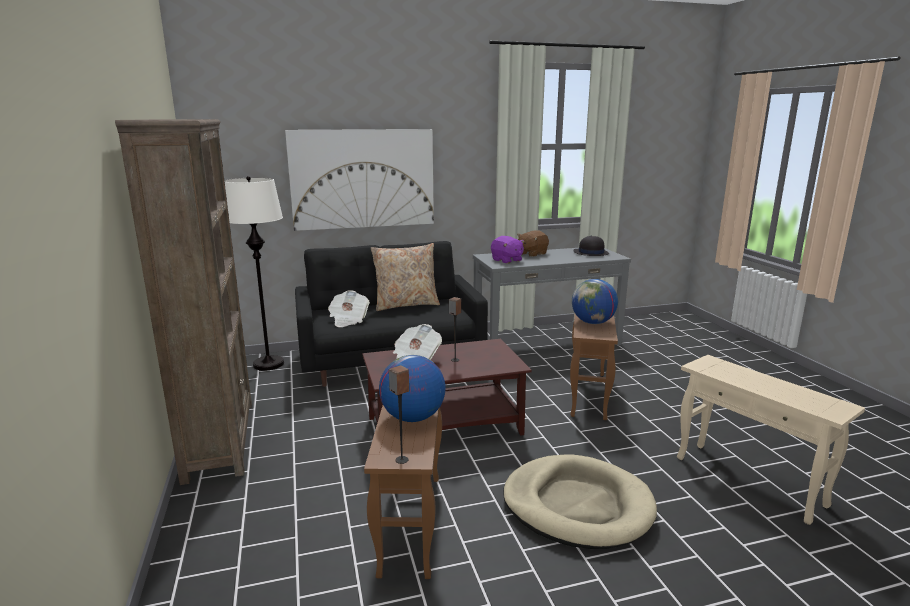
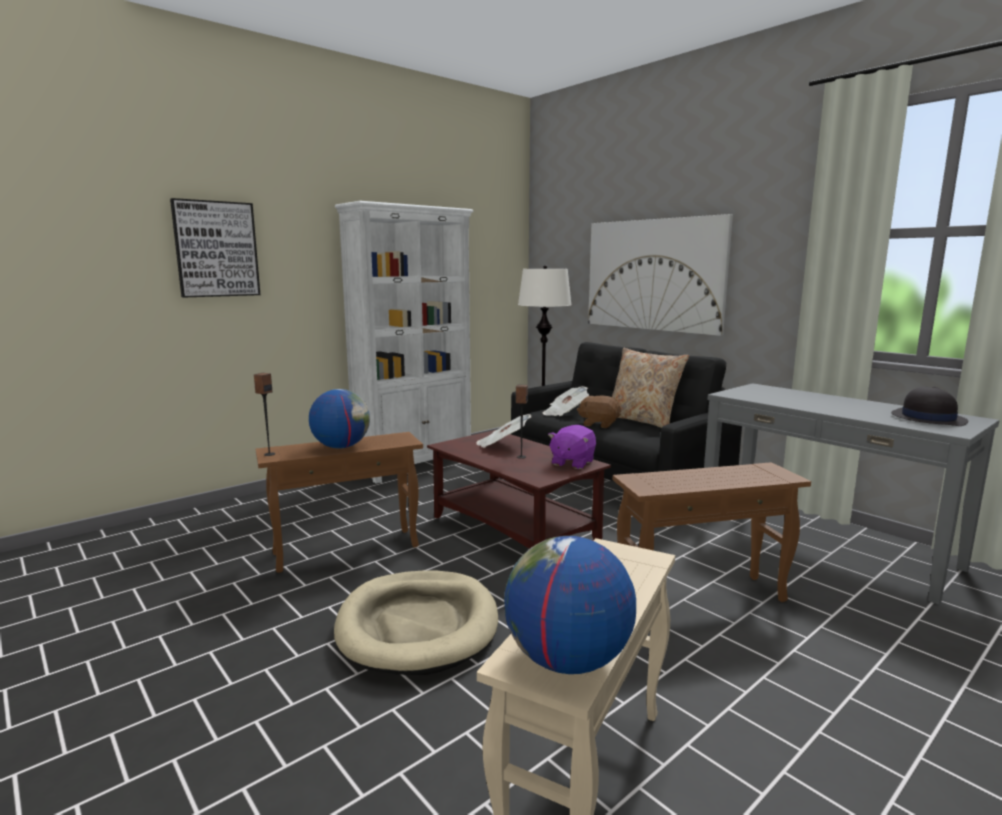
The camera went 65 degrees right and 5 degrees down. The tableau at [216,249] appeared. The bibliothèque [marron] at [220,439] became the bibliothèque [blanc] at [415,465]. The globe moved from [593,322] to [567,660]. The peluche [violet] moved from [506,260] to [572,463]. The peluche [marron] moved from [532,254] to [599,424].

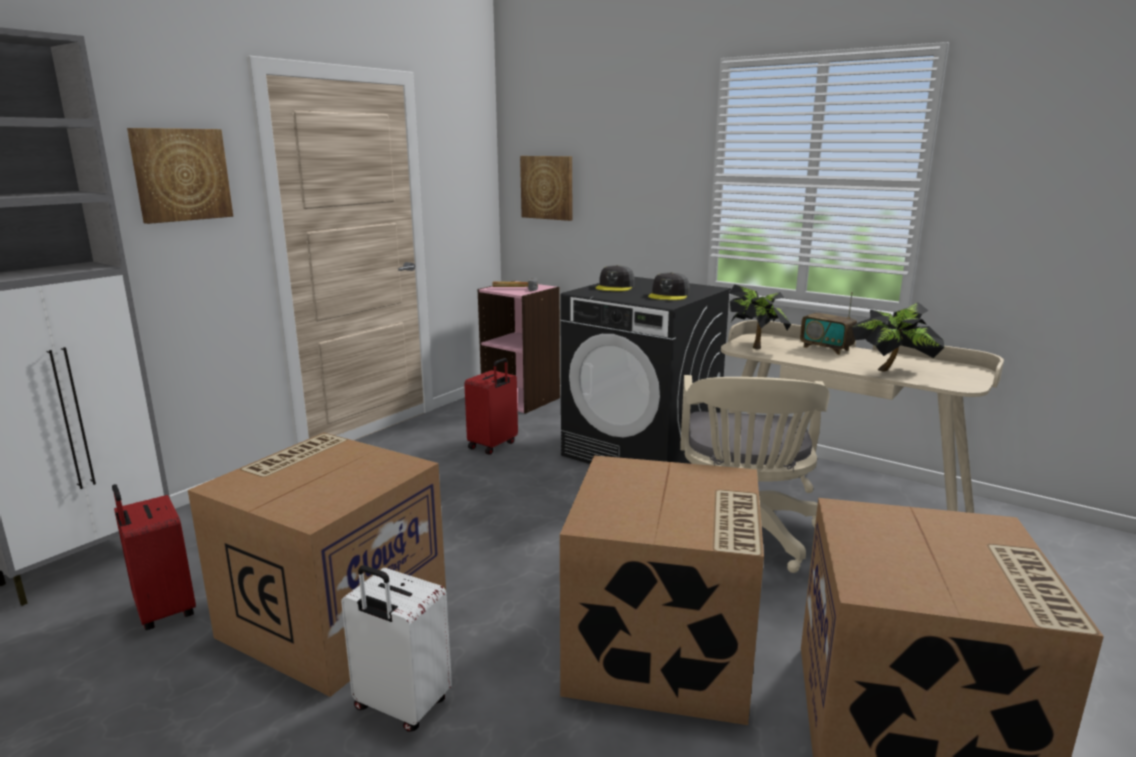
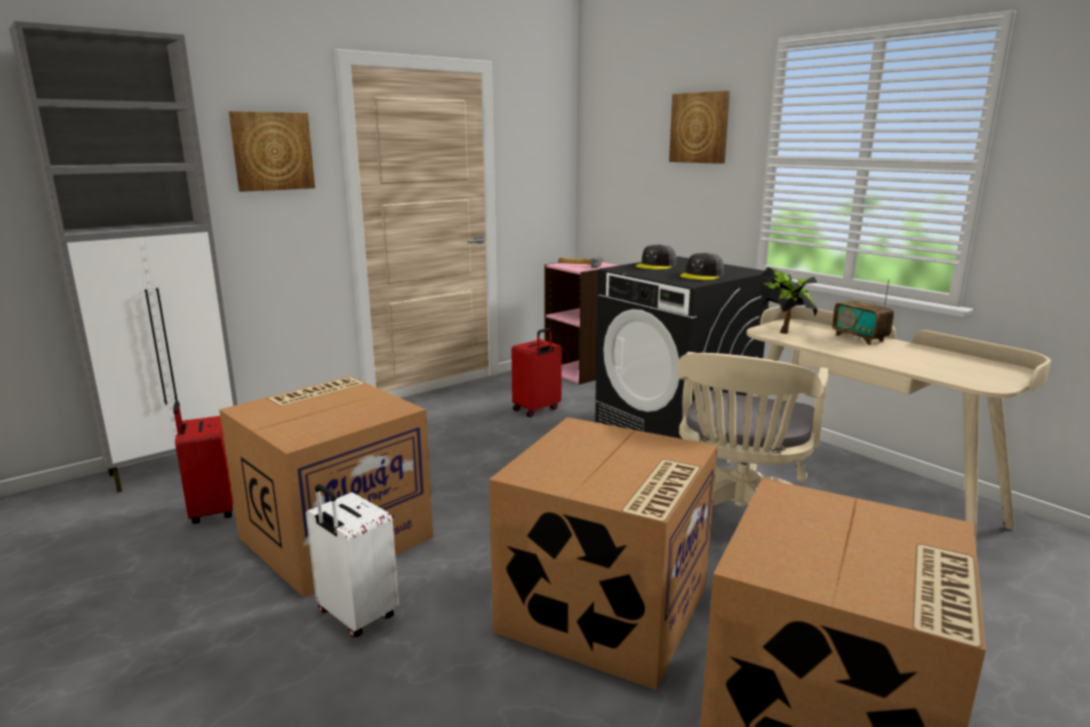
The camera went 15 degrees right and 0 degrees up. The tableau moved from [547,187] to [700,128]. The plante en pot at [893,370] disappeared.

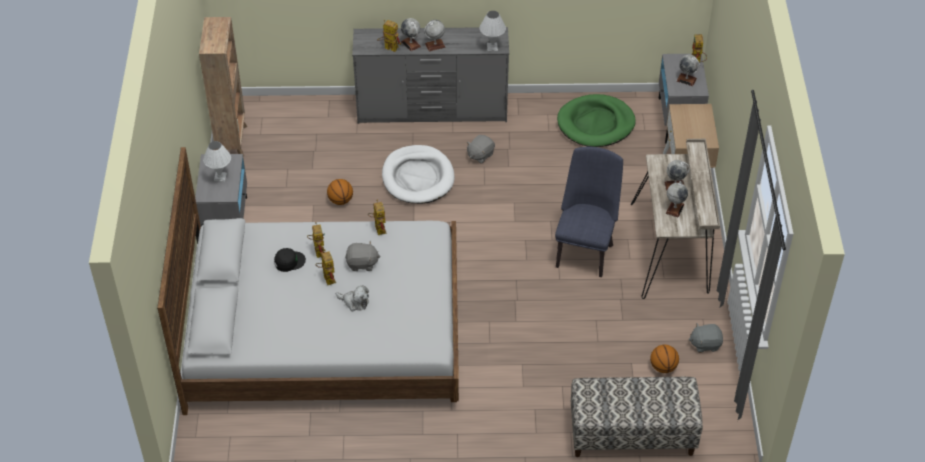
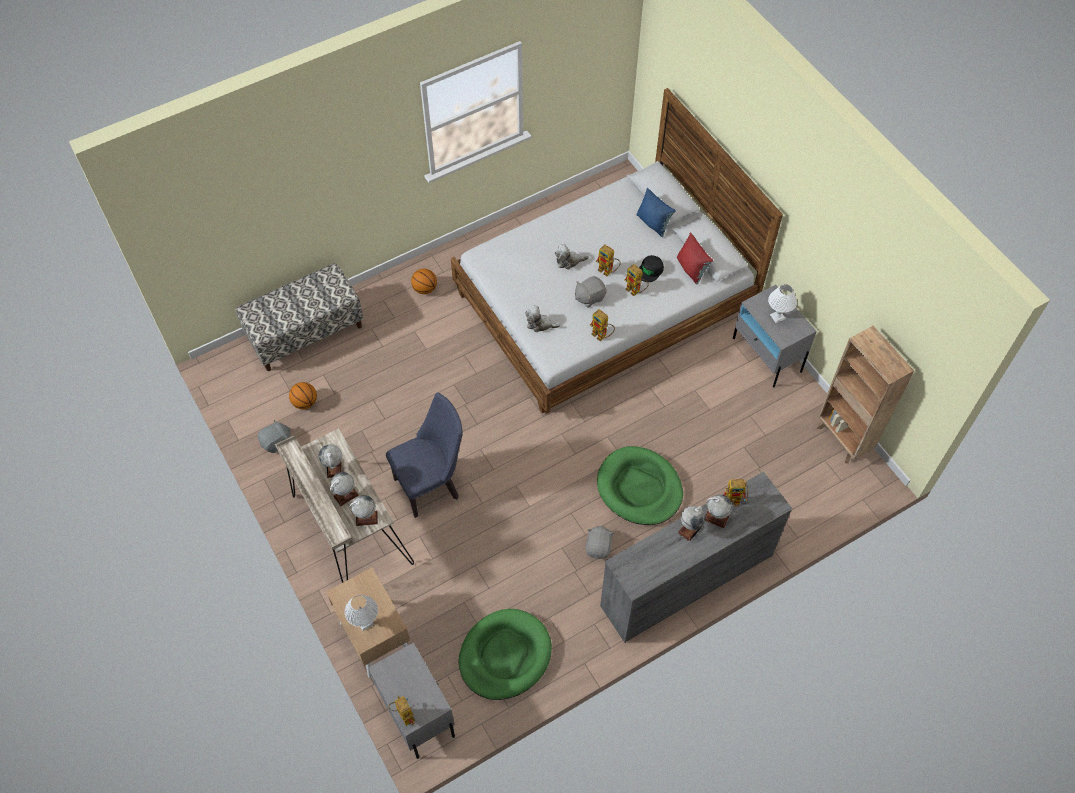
The camera went 150 degrees right and 10 degrees up. The lampe de table [blanc] moved from [492,47] to [365,622]. The globe moved from [686,80] to [366,518]. The chaise [bleu] at [585,251] turned 105 degrees counterclockwise. The ballon de basket moved from [340,200] to [425,289]. The peluche at [540,324] appeared. The panier pour chien [blanc] at [418,177] became the panier pour chien [vert] at [639,488]. The coussin [bleu] at [653,223] appeared. The coussin [rouge] at [691,269] appeared.

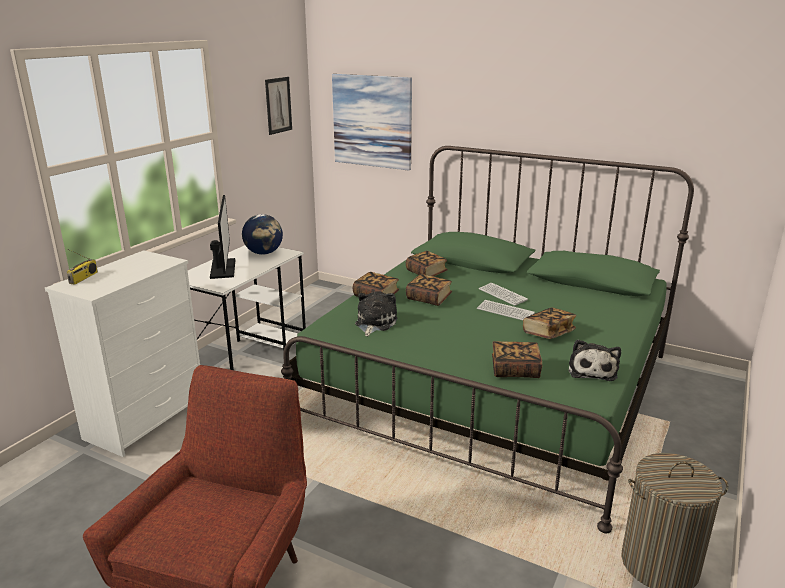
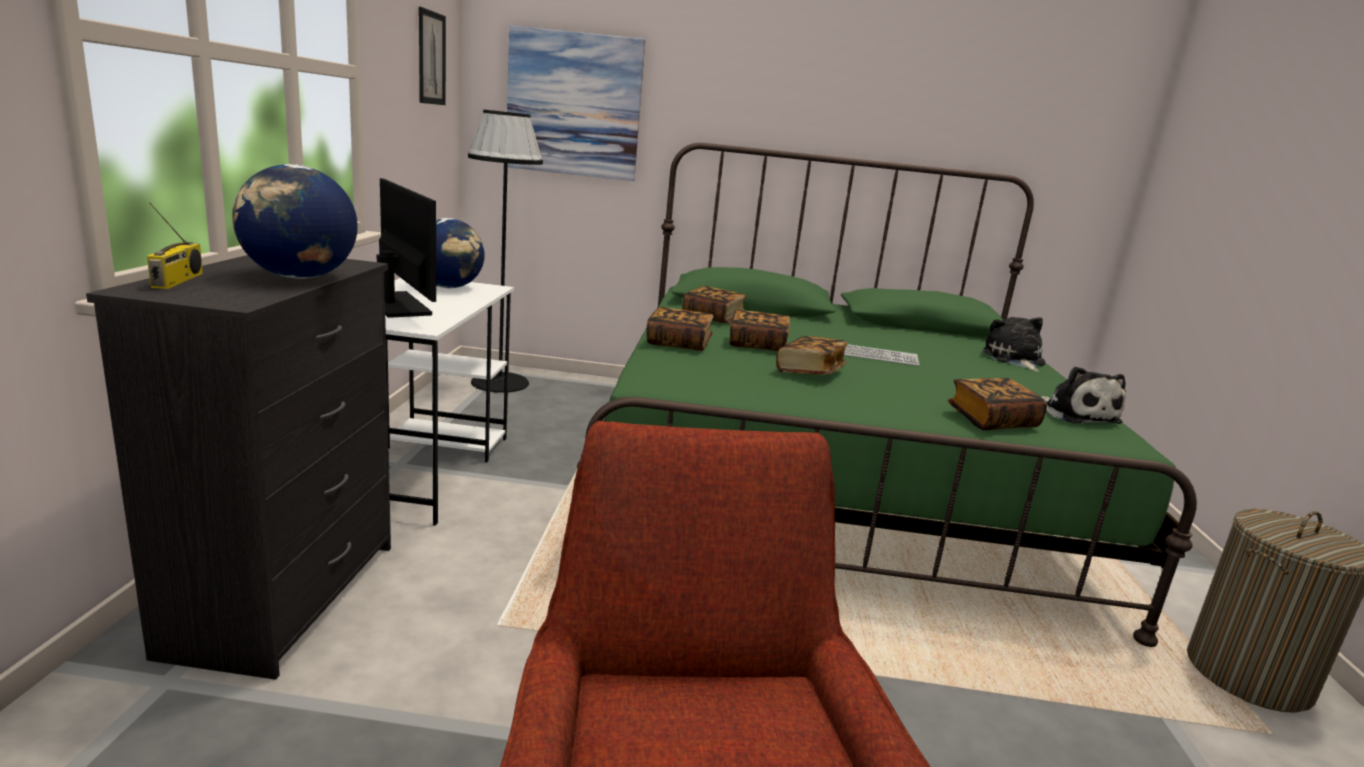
The camera went 25 degrees left and 5 degrees down. The commode [blanc] at [147,419] became the commode [noir] at [288,596]. The globe at [299,277] appeared. The lampadaire [noir] at [500,382] appeared. The livre moved from [548,333] to [810,372]. The peluche moved from [374,323] to [1014,359]. The clavier at [502,295] disappeared.

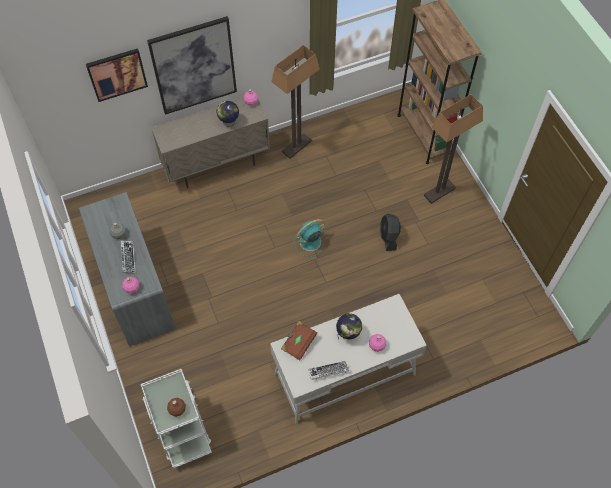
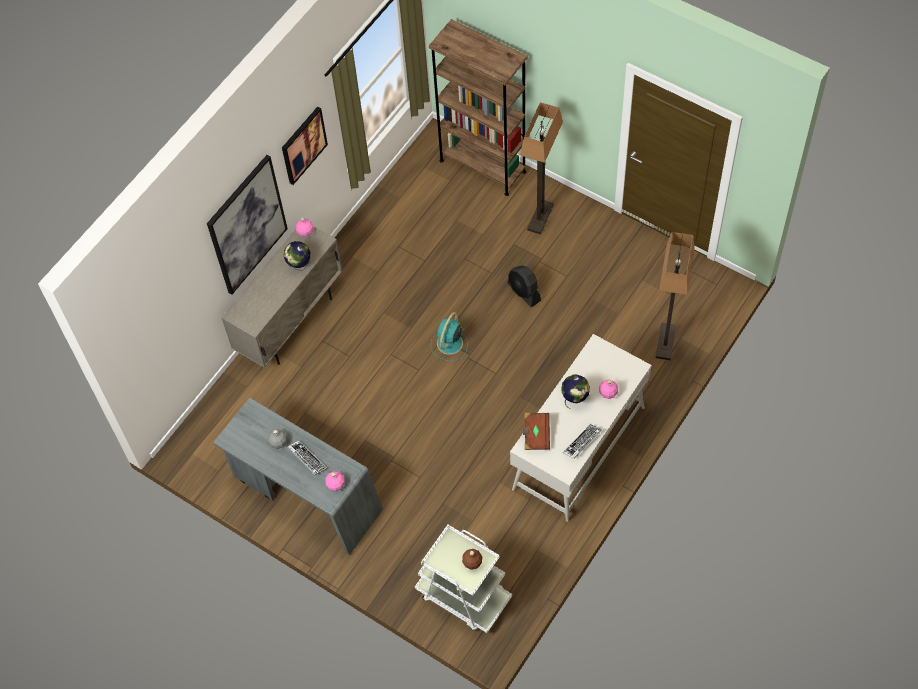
The camera went 30 degrees left and 0 degrees up. The tableau moved from [117,74] to [303,145]. The lampadaire moved from [296,147] to [666,342].

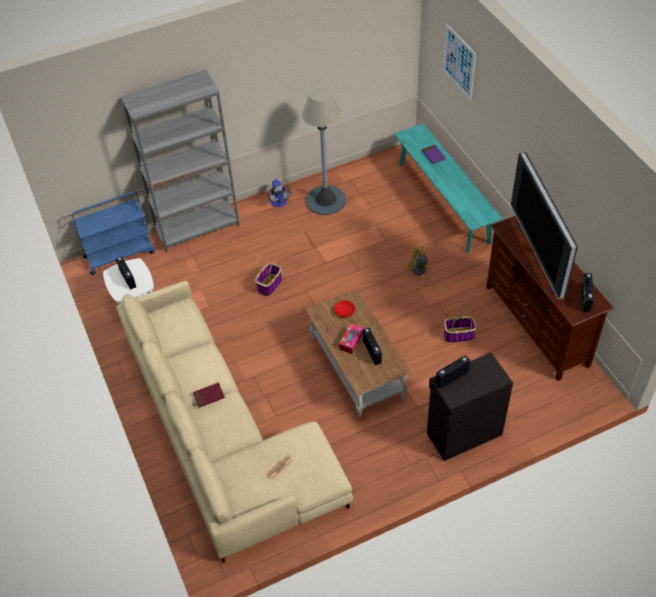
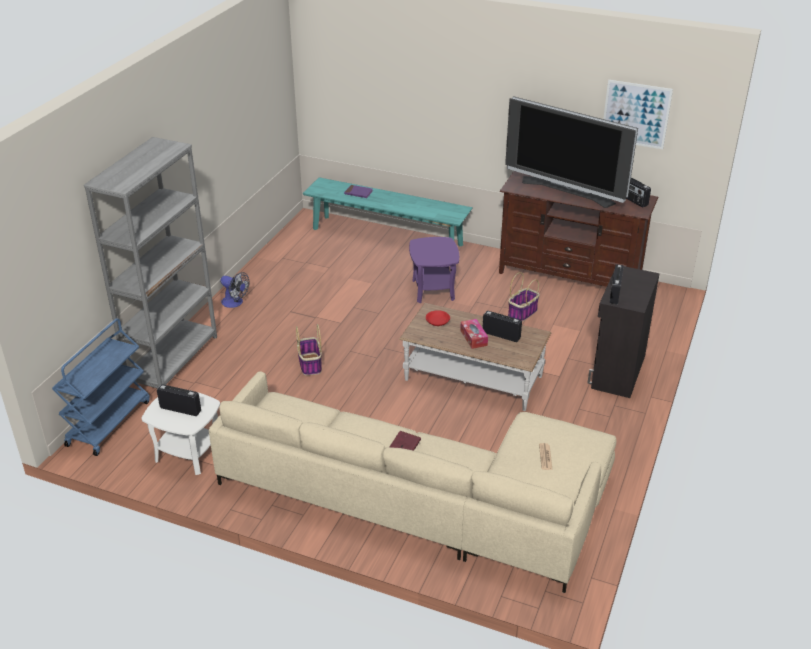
The camera went 45 degrees left and 15 degrees down. The ventilateur [jaune] at [419,273] was replaced by the table d'appoint [violet] at [433,290]. The tableau moved from [459,61] to [636,114]. The lampadaire [gris] at [325,200] disappeared.

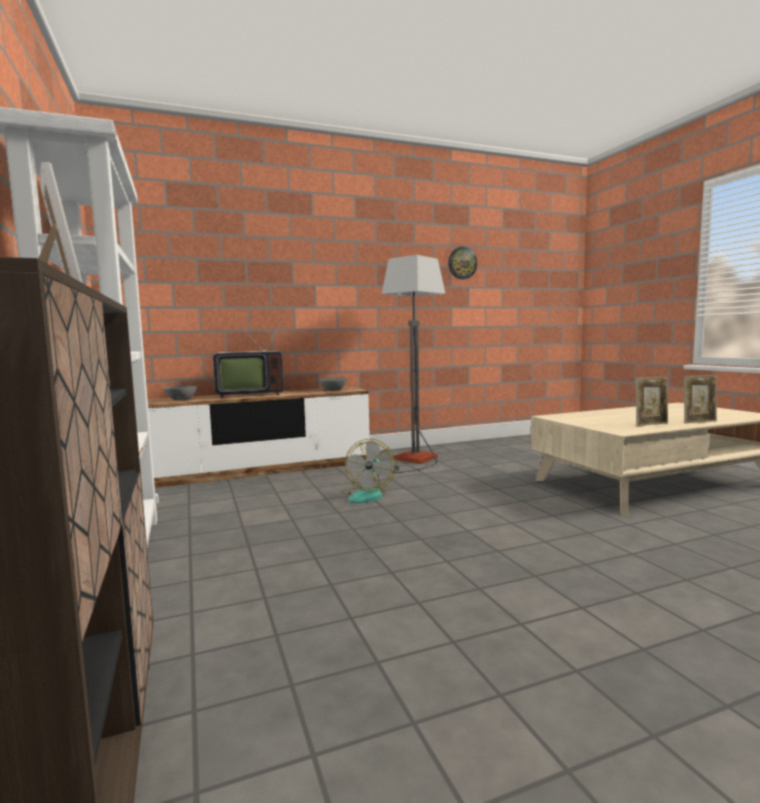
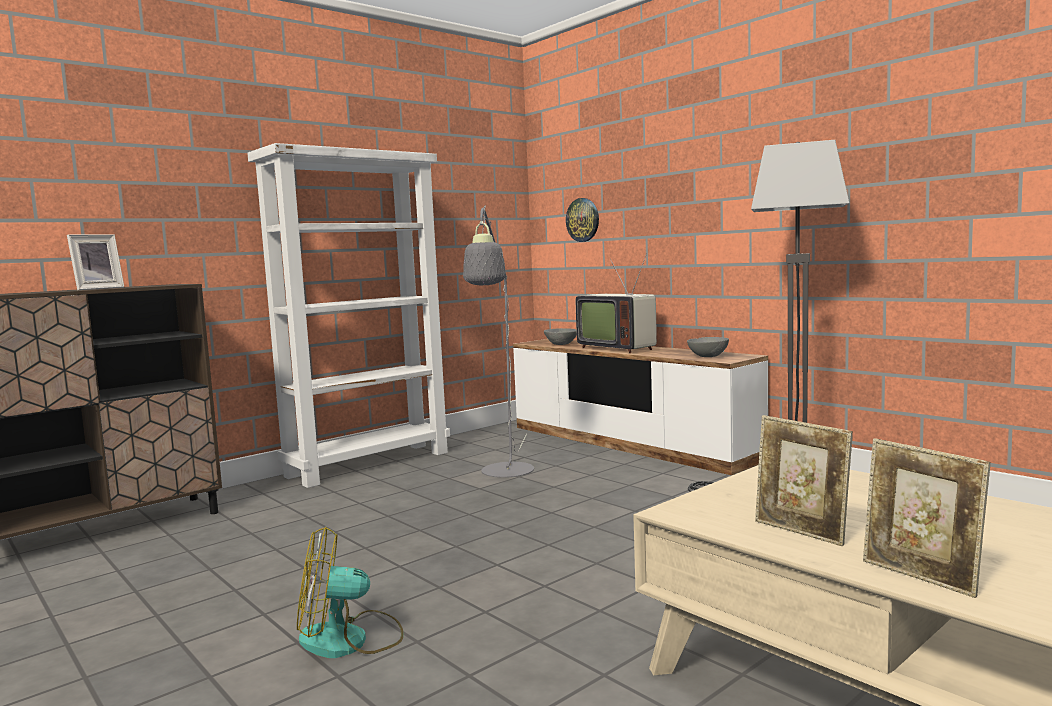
The camera went 70 degrees right and 0 degrees up. The ventilateur moved from [367,495] to [349,640]. The lampadaire [gris] at [506,474] appeared. The horloge murale moved from [462,263] to [583,220].

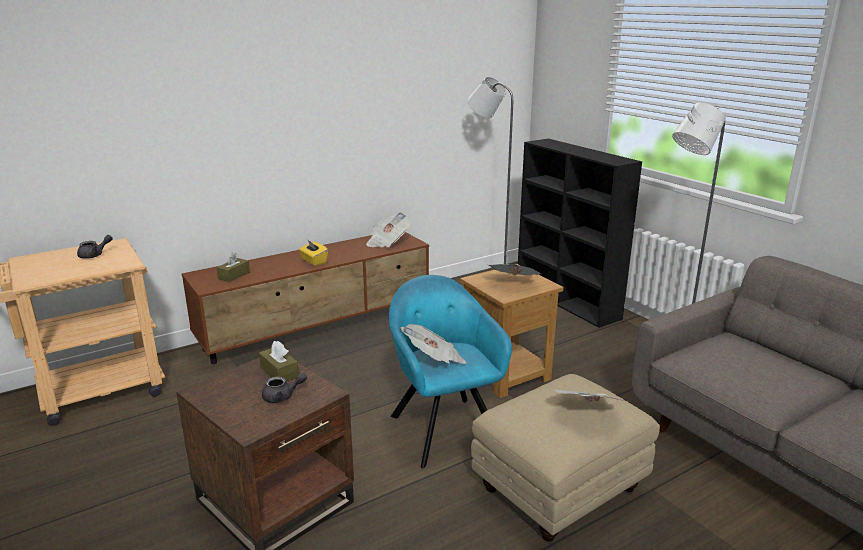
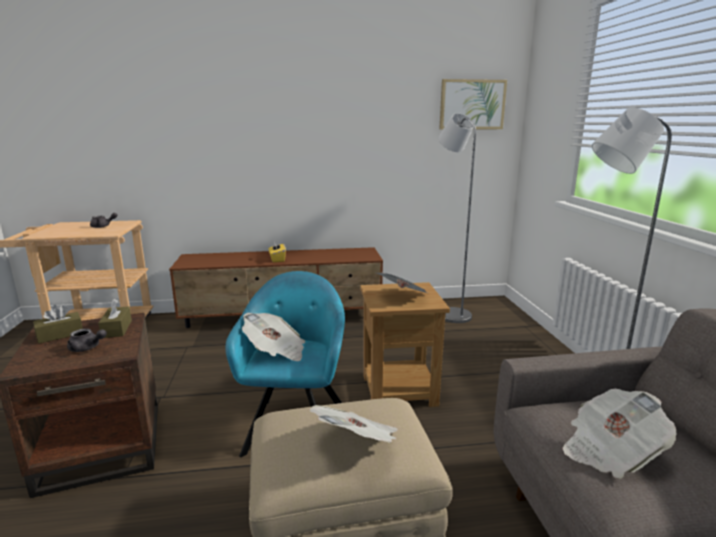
The camera went 25 degrees right and 5 degrees down. The boîte à mouchoirs [marron] moved from [234,275] to [60,335]. The tableau at [472,104] appeared. The journal moved from [387,242] to [610,451]. The bibliothèque [noir] at [567,301] disappeared.

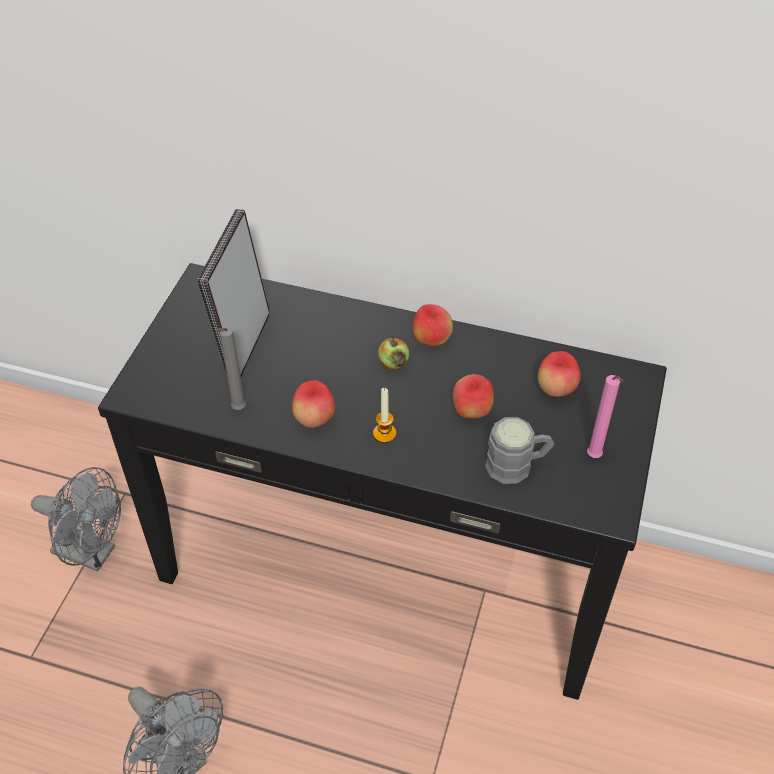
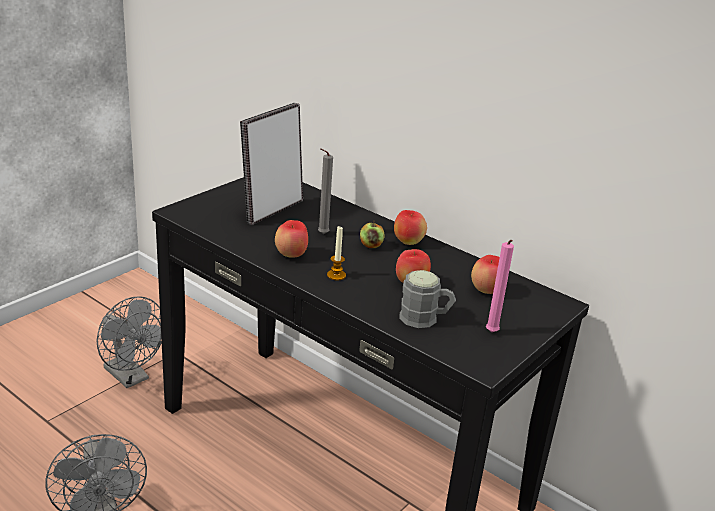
The camera went 20 degrees right and 20 degrees down. The bougie [gris] moved from [237,409] to [321,234].

